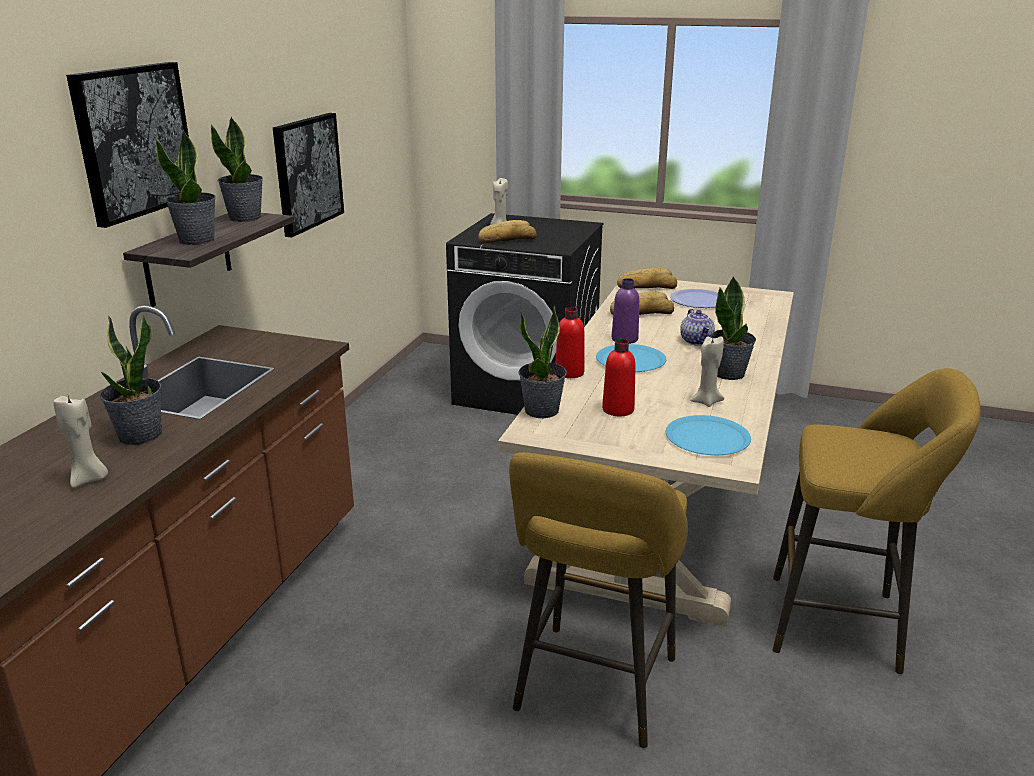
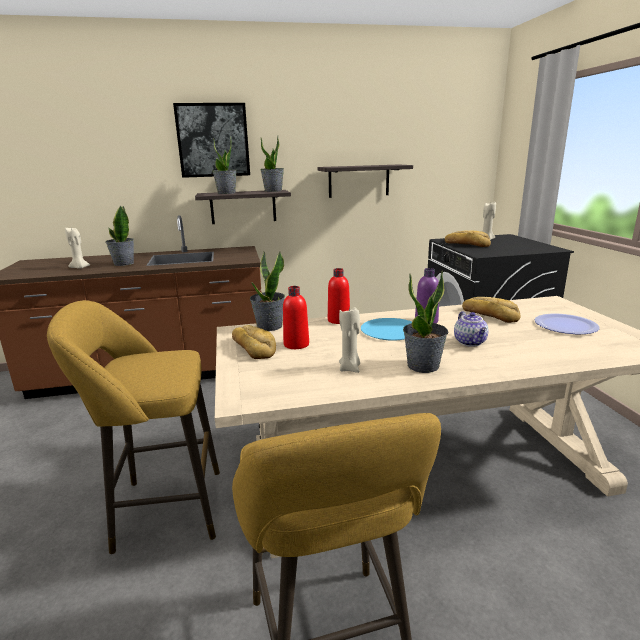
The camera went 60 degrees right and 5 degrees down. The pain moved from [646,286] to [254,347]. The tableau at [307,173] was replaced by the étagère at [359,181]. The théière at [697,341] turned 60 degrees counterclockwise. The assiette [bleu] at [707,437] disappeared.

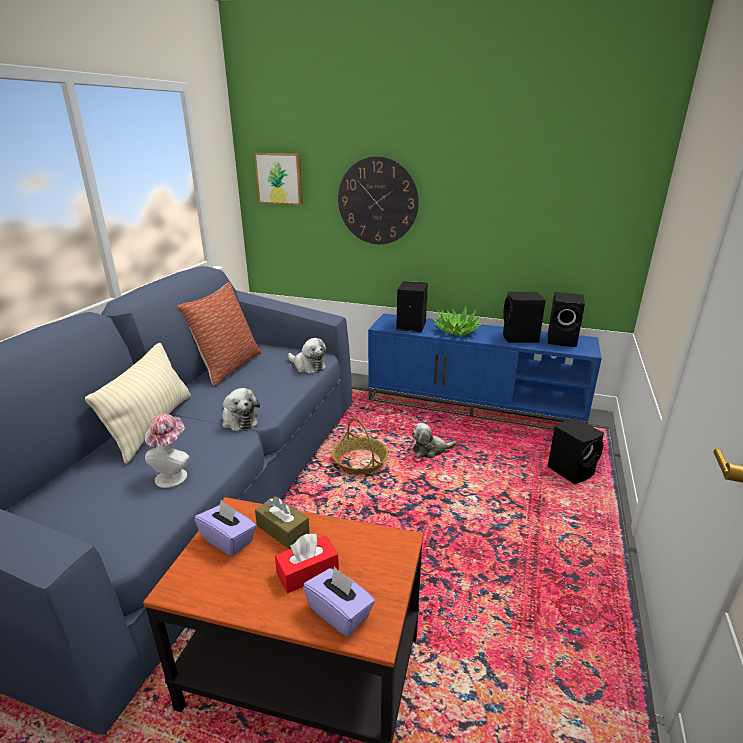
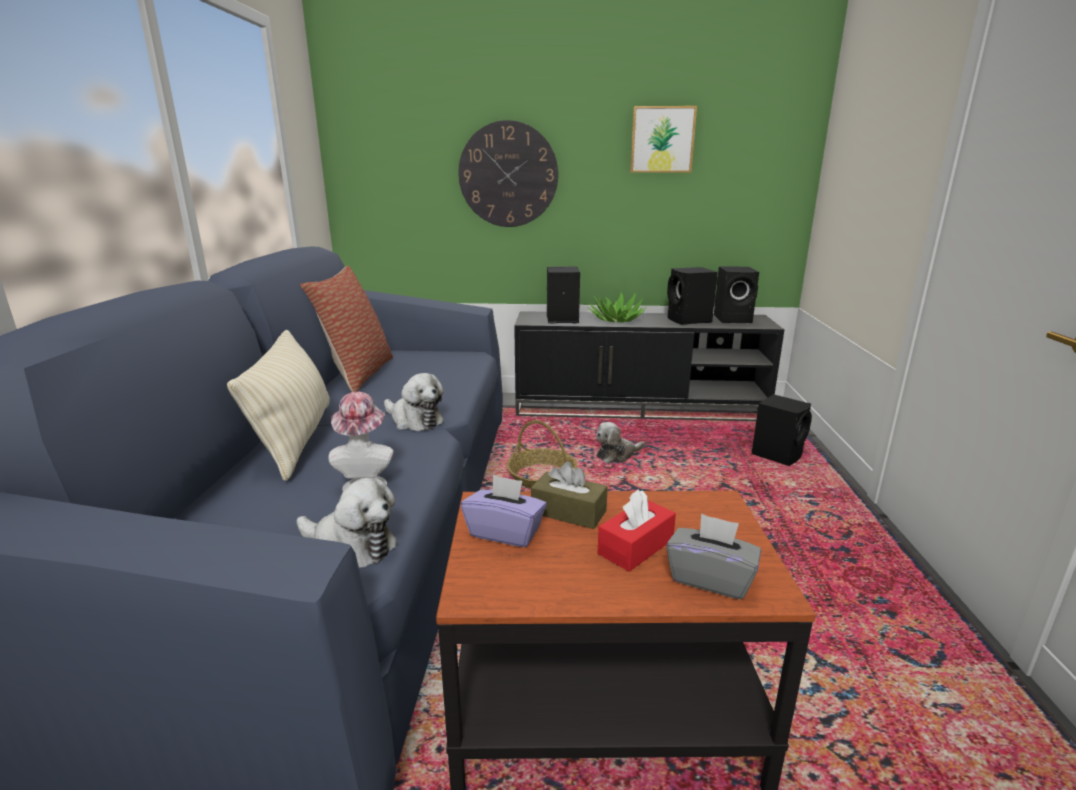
The camera went 15 degrees left and 5 degrees down. The peluche moved from [308,366] to [351,547]. The meuble télé [bleu] at [475,405] became the meuble télé [noir] at [639,408]. The tableau moved from [280,178] to [662,140]. The boîte à mouchoirs [violet] at [340,612] became the boîte à mouchoirs [gris] at [710,578].

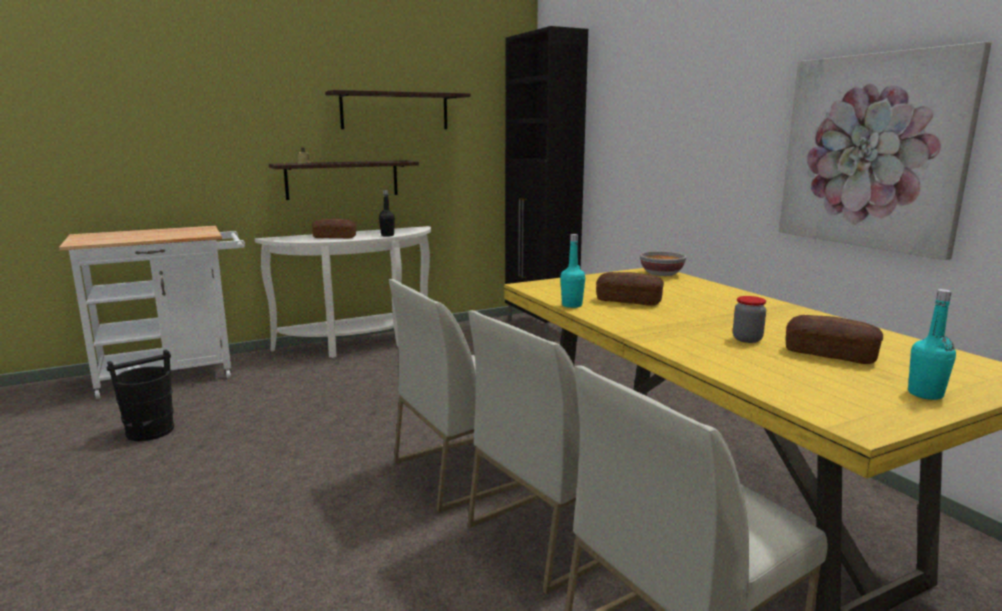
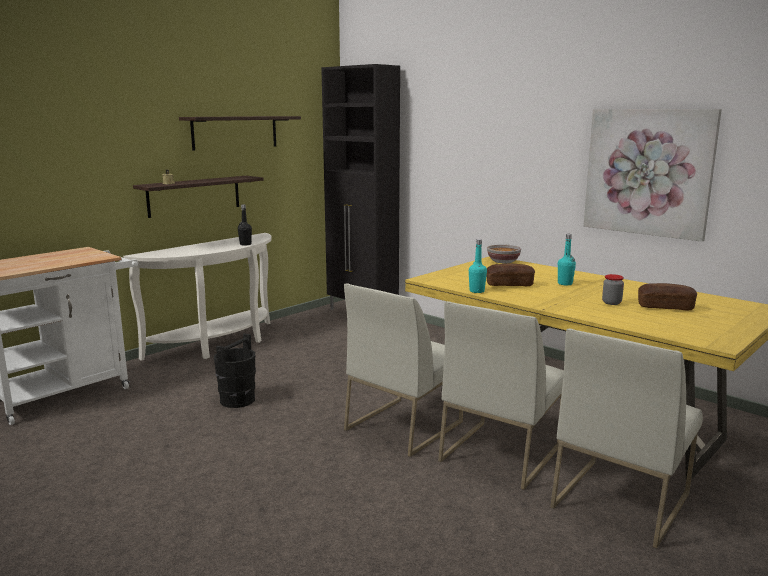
The camera went 20 degrees left and 0 degrees up. The seau [noir] moved from [151,431] to [238,400]. The bouteille [turquoise] moved from [925,394] to [565,283]. The pain at [334,237] disappeared.

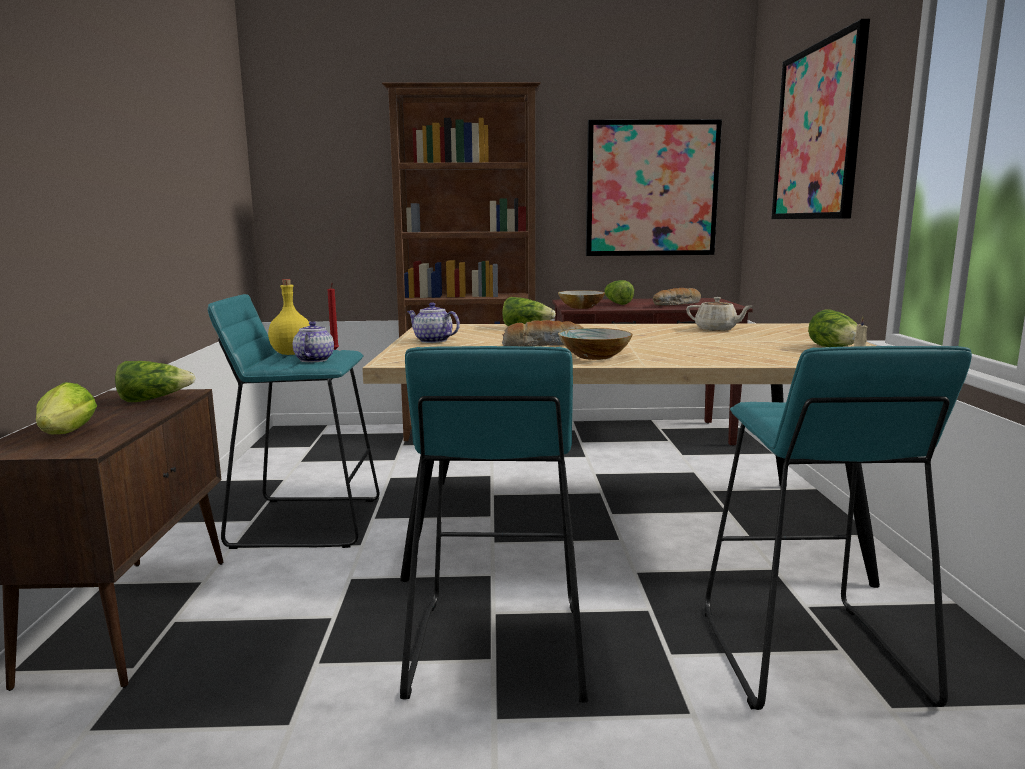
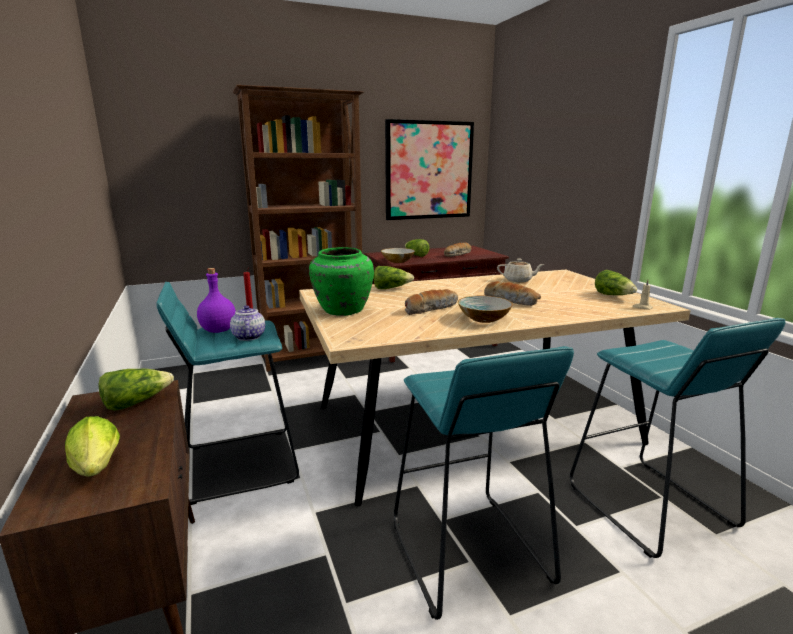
The camera went 20 degrees left and 5 degrees up. The bouteille [jaune] at [292,353] became the bouteille [violet] at [218,330]. The théière at [432,341] was replaced by the vase [vert] at [342,311]. The pain at [511,300] appeared. The tableau at [817,133] disappeared.

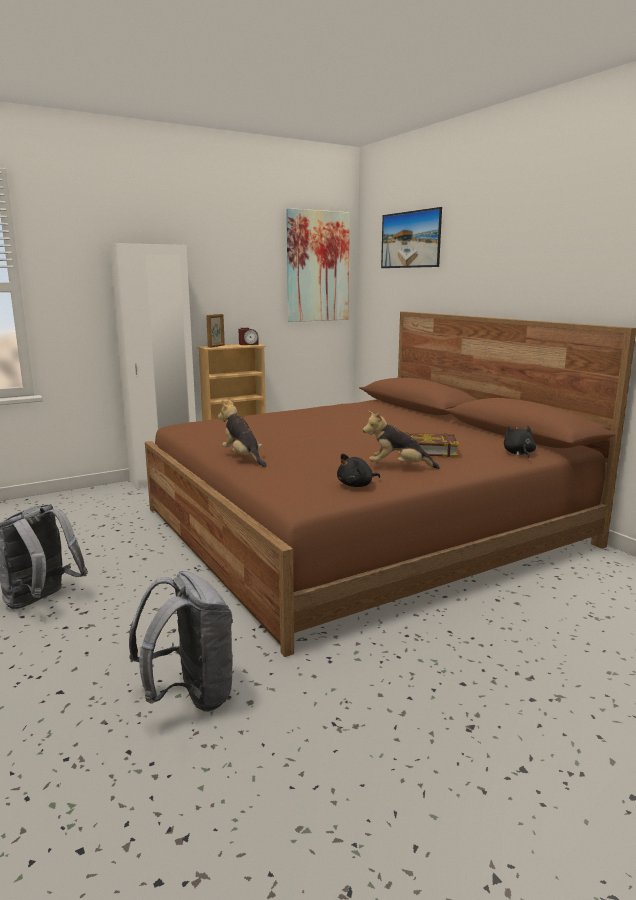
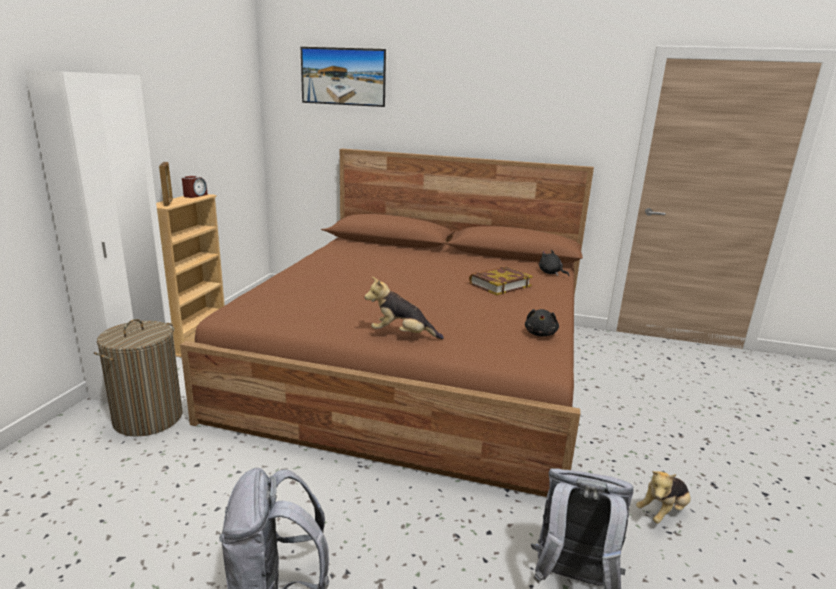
The camera went 45 degrees left and 5 degrees up. The panier à linge at [148,418] appeared. The peluche moved from [398,467] to [663,512]. The tableau at [317,266] disappeared.

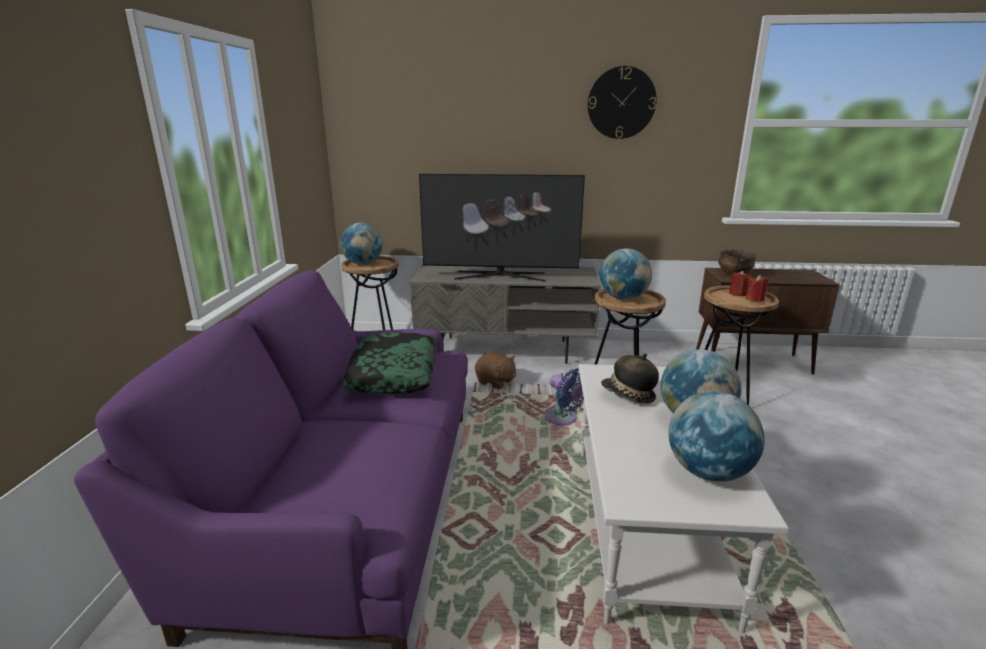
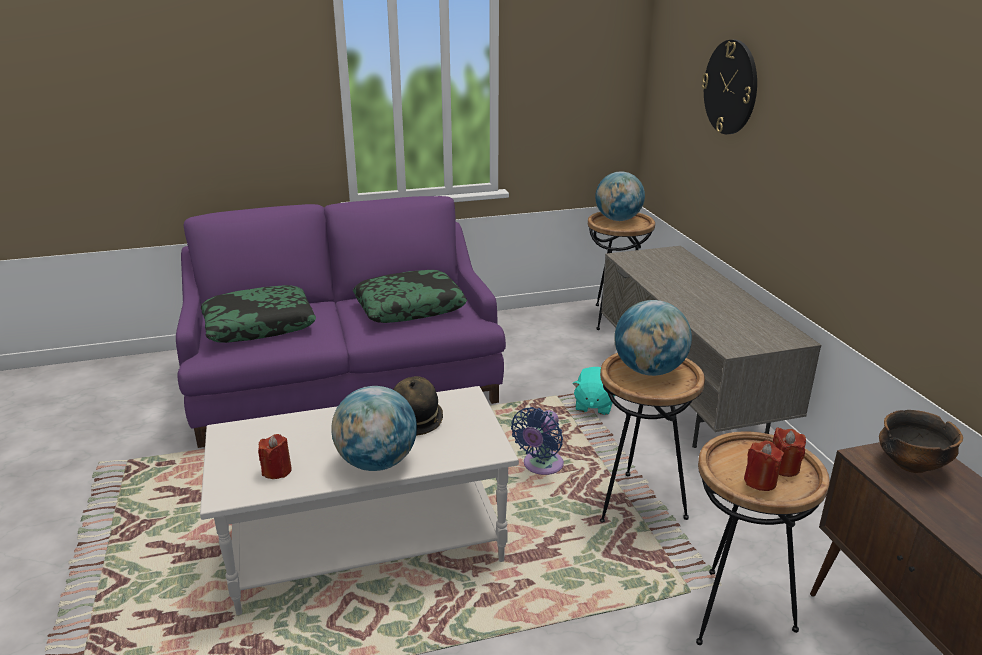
The camera went 70 degrees right and 5 degrees up. The coussin at [259,325] appeared. The globe at [708,472] was replaced by the bougie [rouge] at [277,471]. The peluche [marron] at [495,382] became the peluche [turquoise] at [593,405]. The horloge murale moved from [621,103] to [730,87]. The téléviseur at [500,276] disappeared.

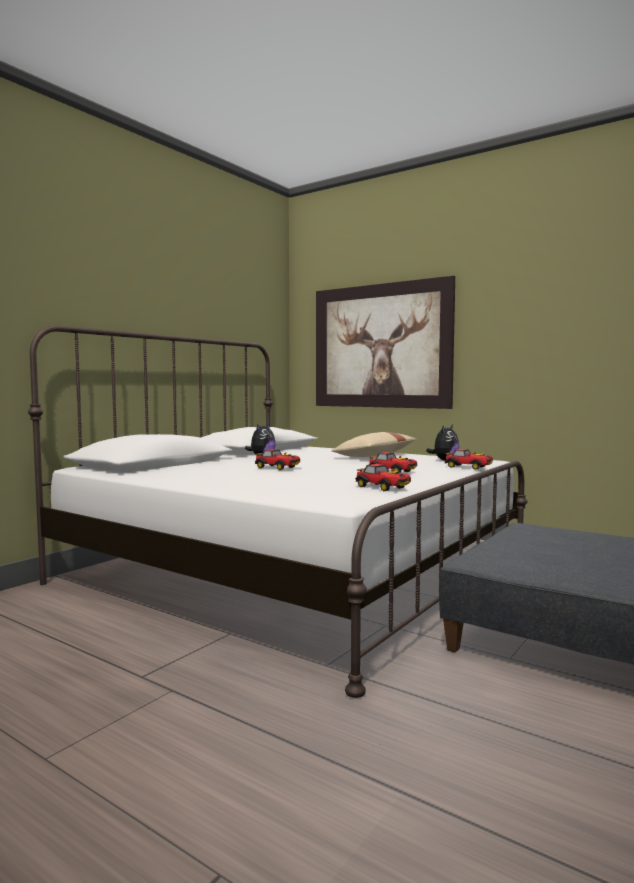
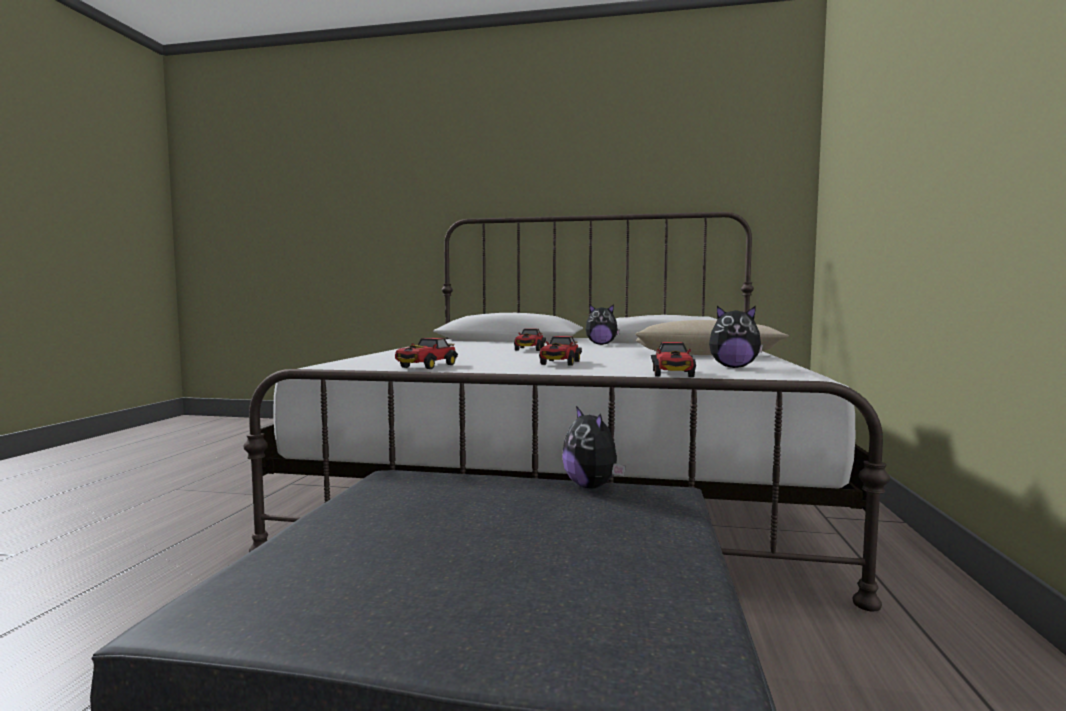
The camera went 65 degrees right and 0 degrees up. The peluche at [592,486] appeared. The tableau at [381,346] disappeared.

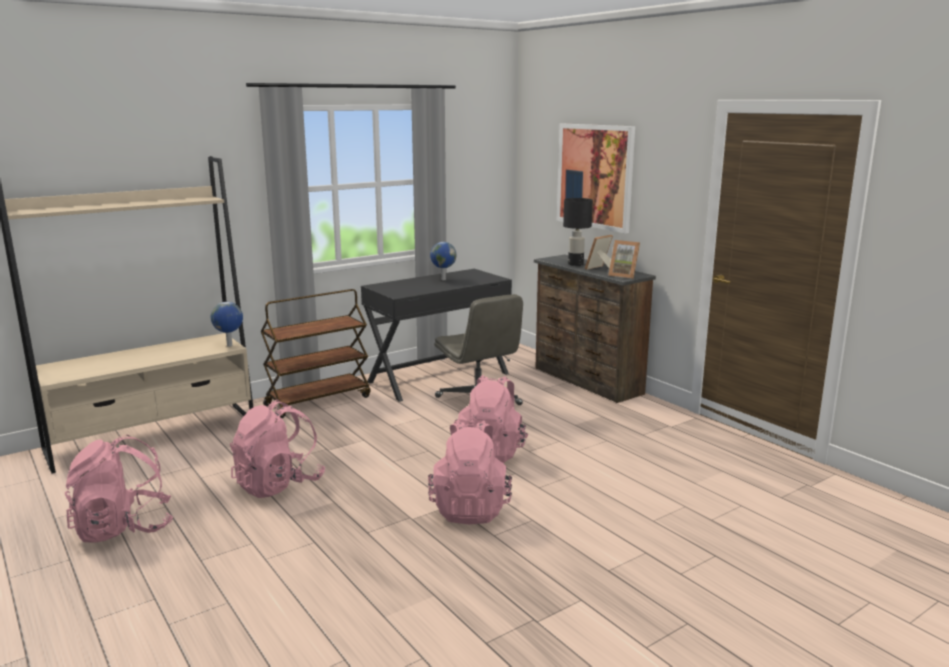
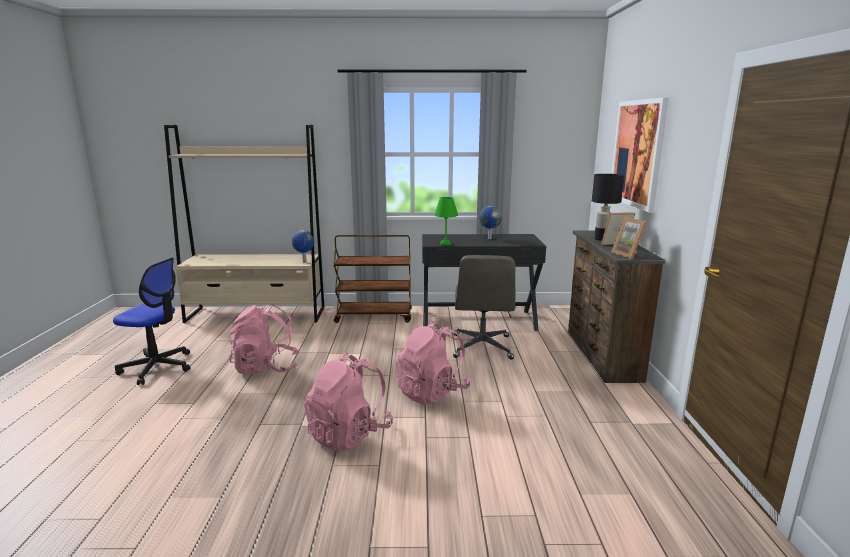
The camera went 35 degrees right and 0 degrees up. The sac à dos [rose] at [123,528] was replaced by the chaise de bureau at [157,367]. The lampe de table [vert] at [446,244] appeared.

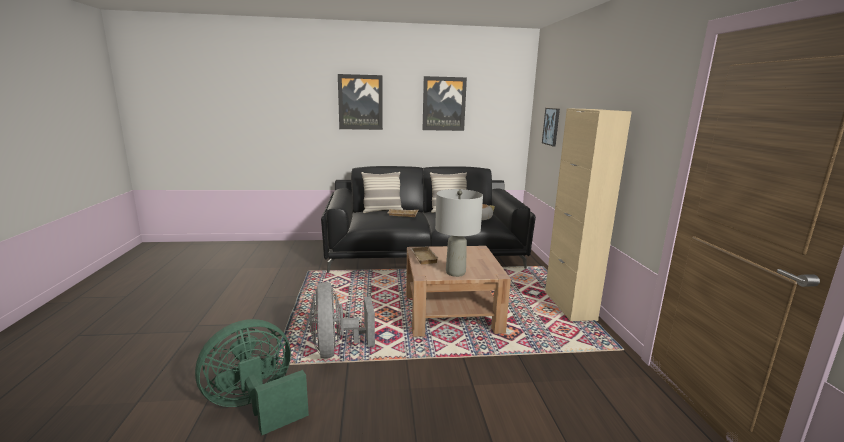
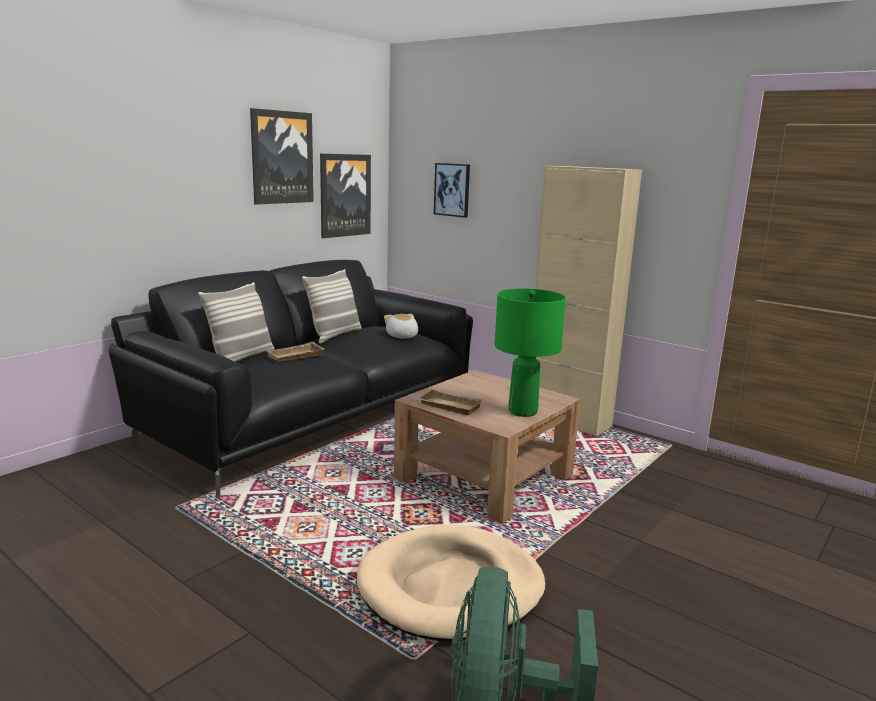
The camera went 45 degrees left and 0 degrees up. The tableau moved from [360,102] to [344,195]. The ventilateur [gris] at [337,349] was replaced by the panier pour chien [beige] at [451,588]. The lampe de table [gris] at [455,273] became the lampe de table [vert] at [523,412].

